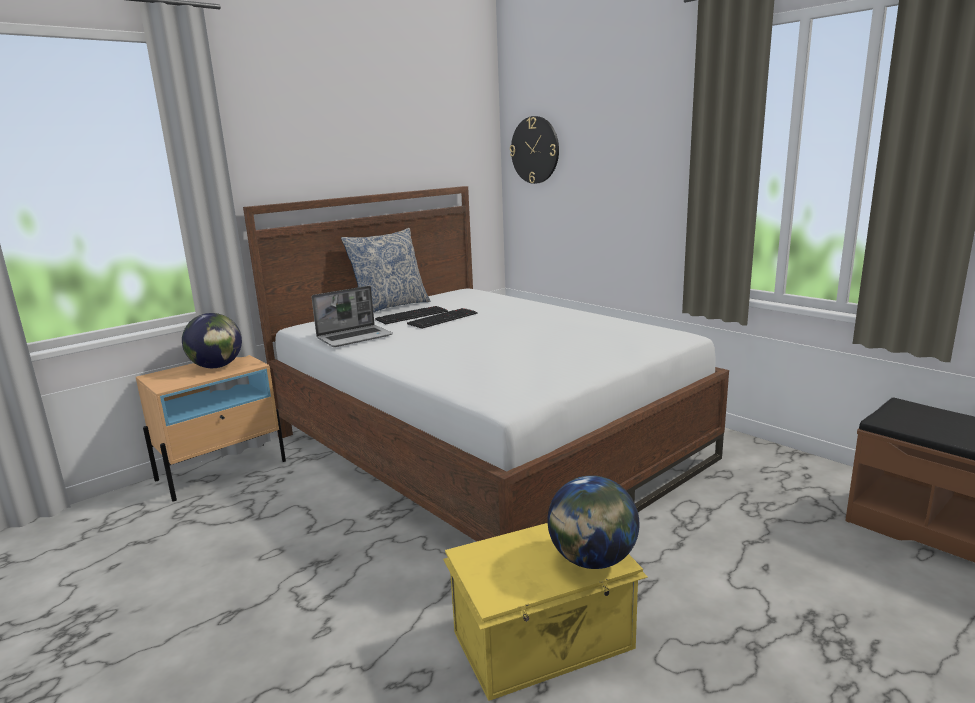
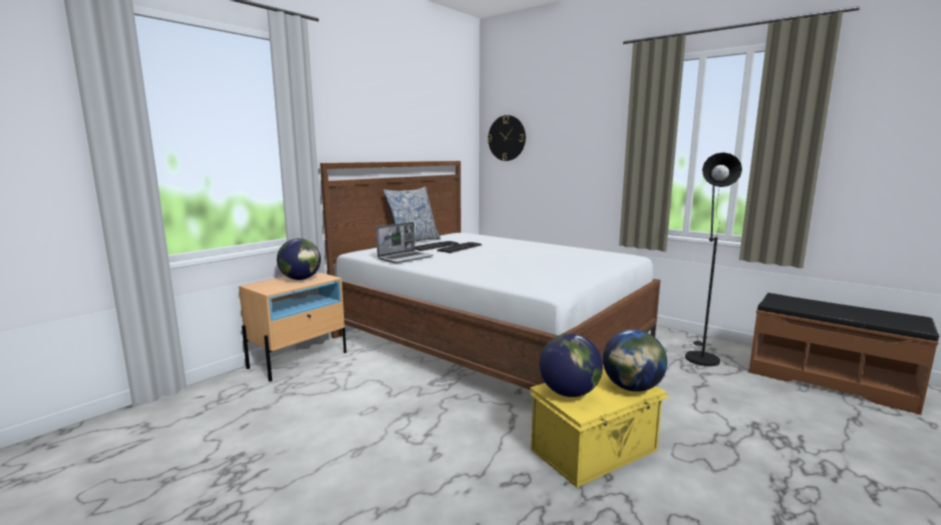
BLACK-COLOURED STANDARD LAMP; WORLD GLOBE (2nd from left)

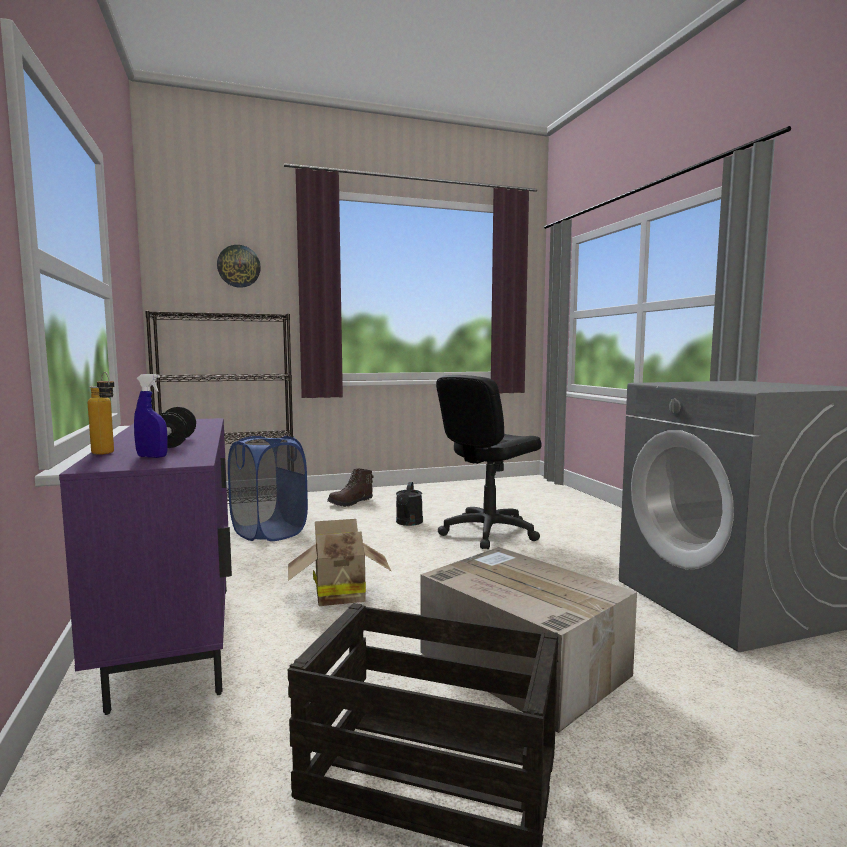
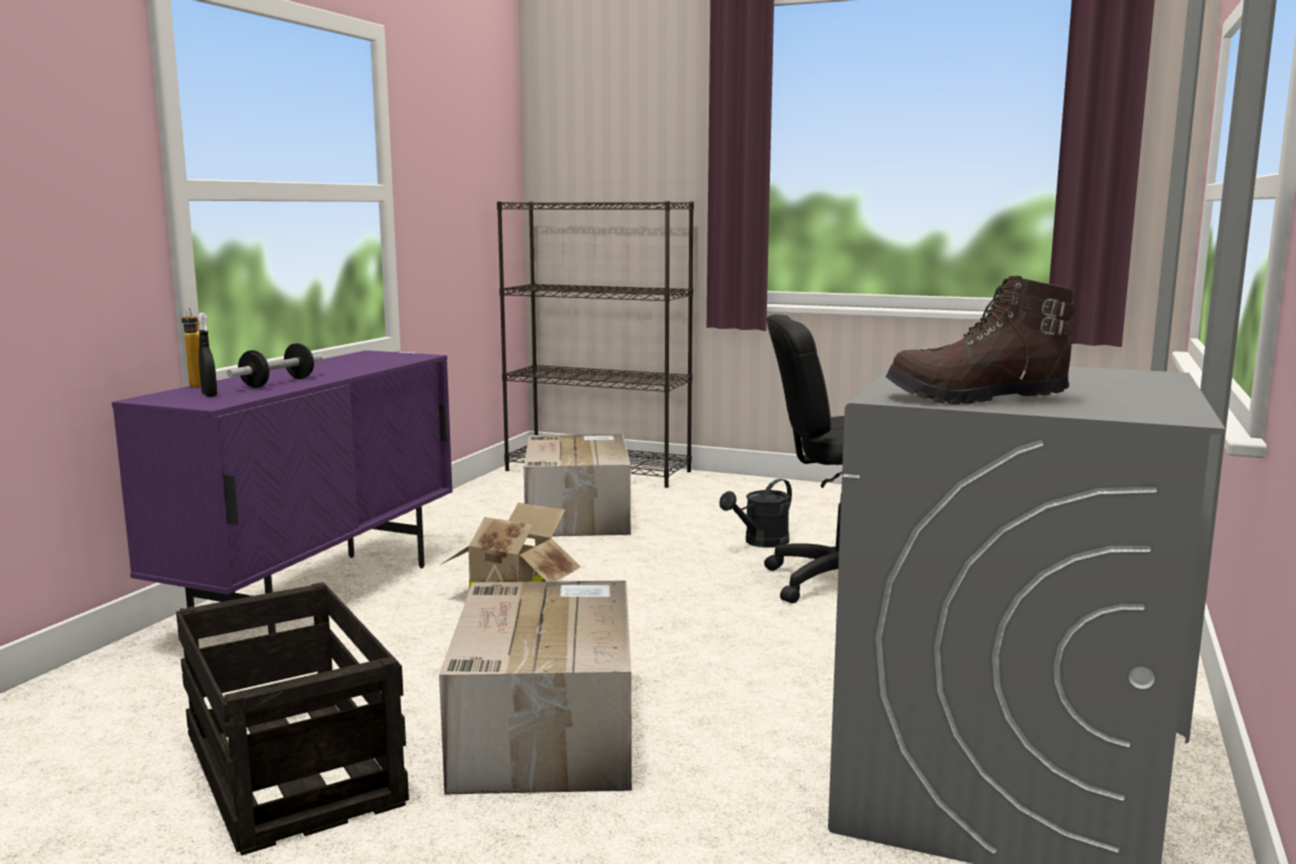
CLOCK ON THE WALL; BLACK-COLOURED SPRAY BOTTLE; PACKING BOX (3rd from left); BROWN-COLOURED TALL BOOT

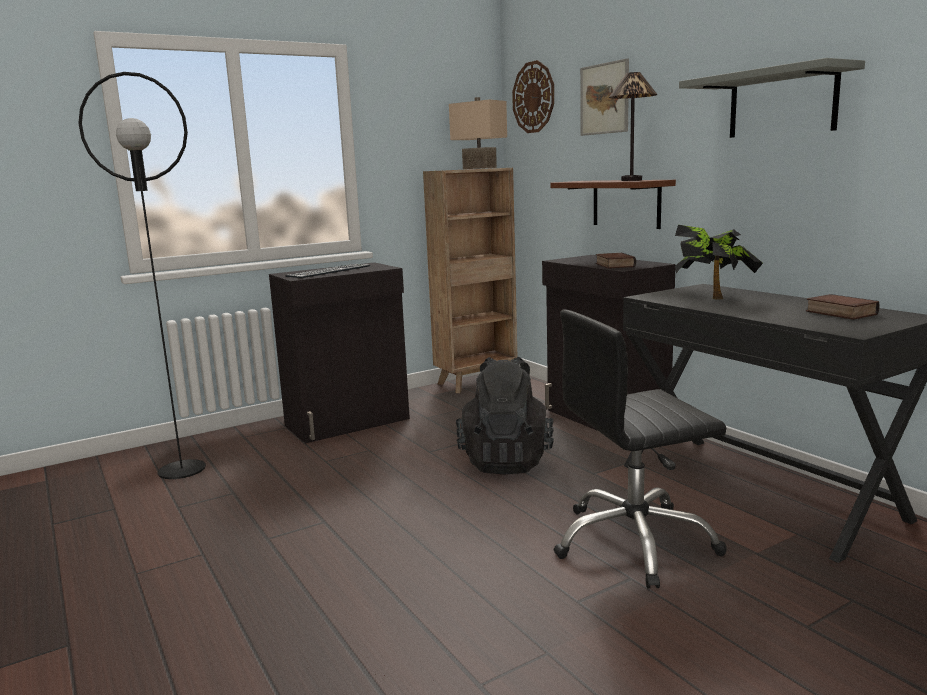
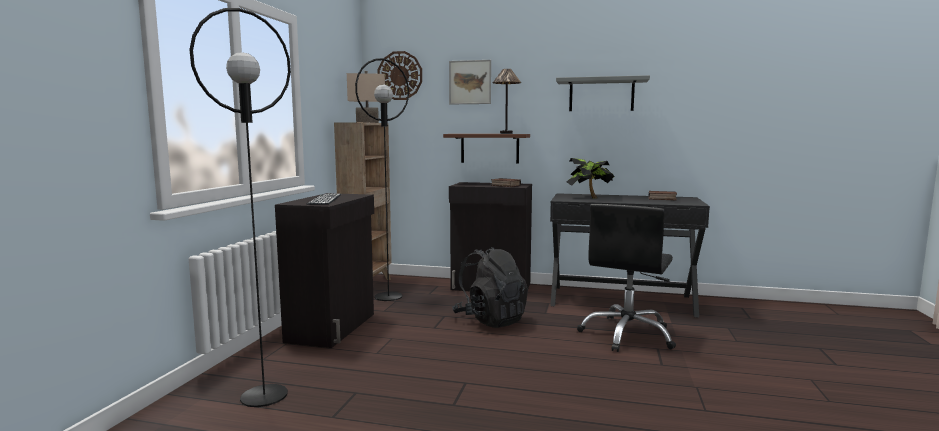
BLACK-COLOURED STANDARD LAMP (2nd from left)

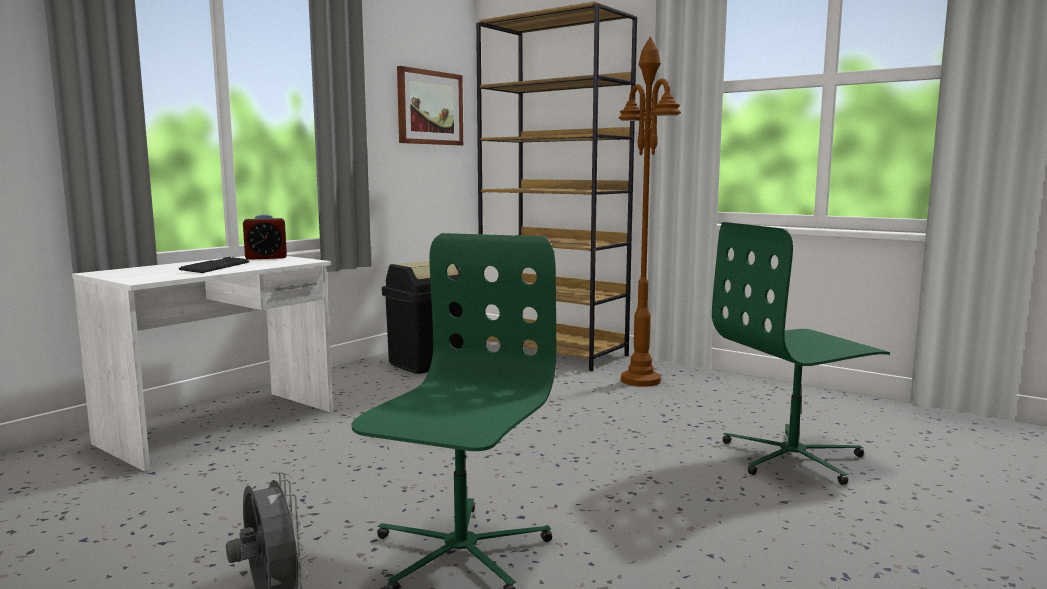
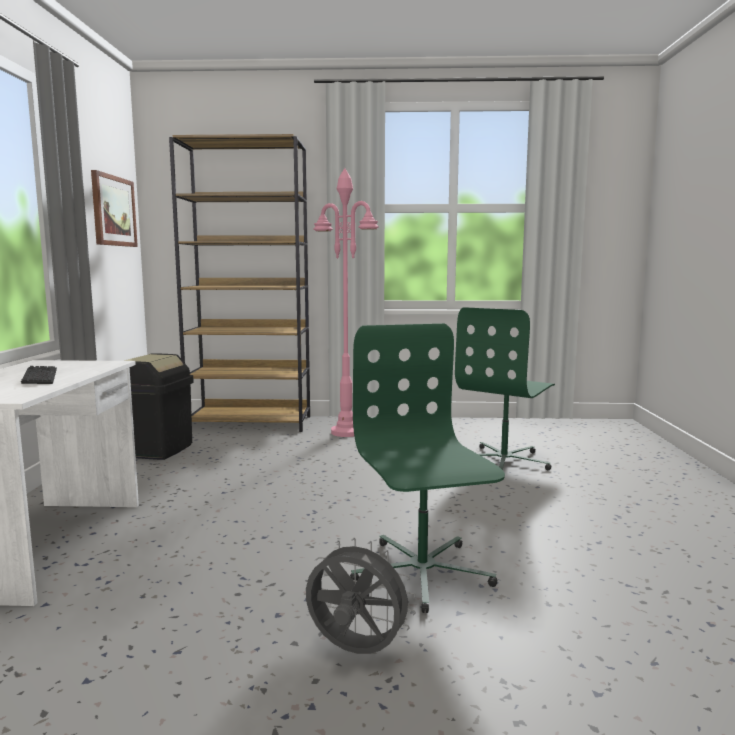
PINK STANDARD LAMP; ALARM CLOCK

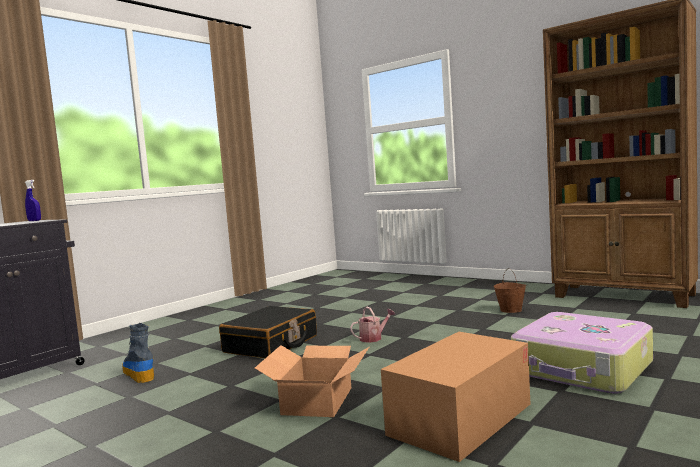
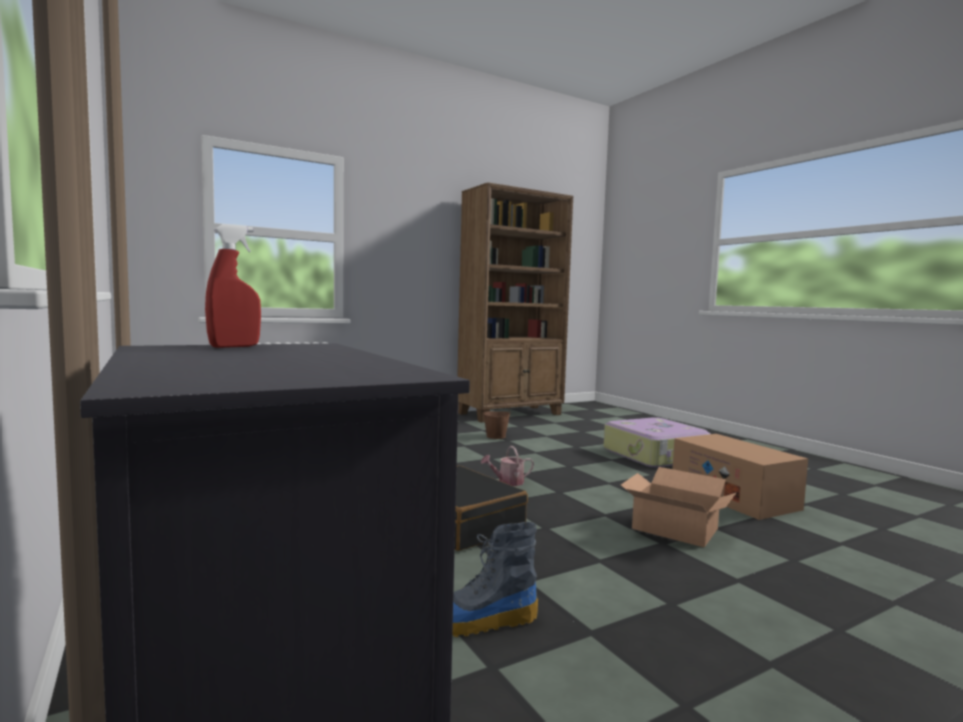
RED SPRAY BOTTLE; WATERING CAN

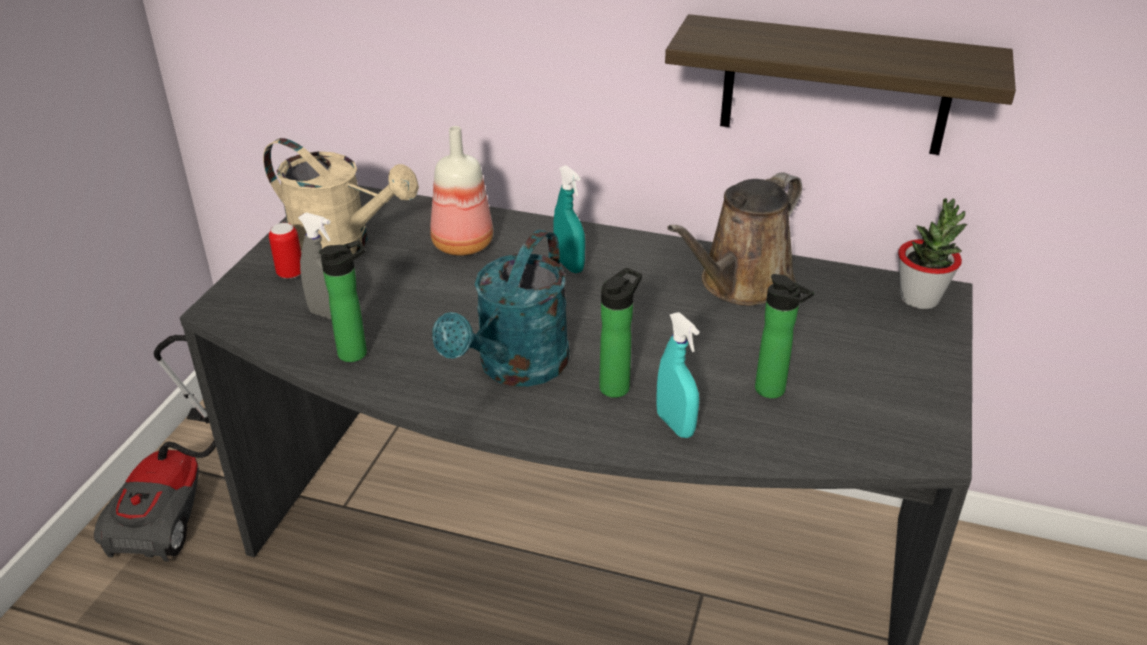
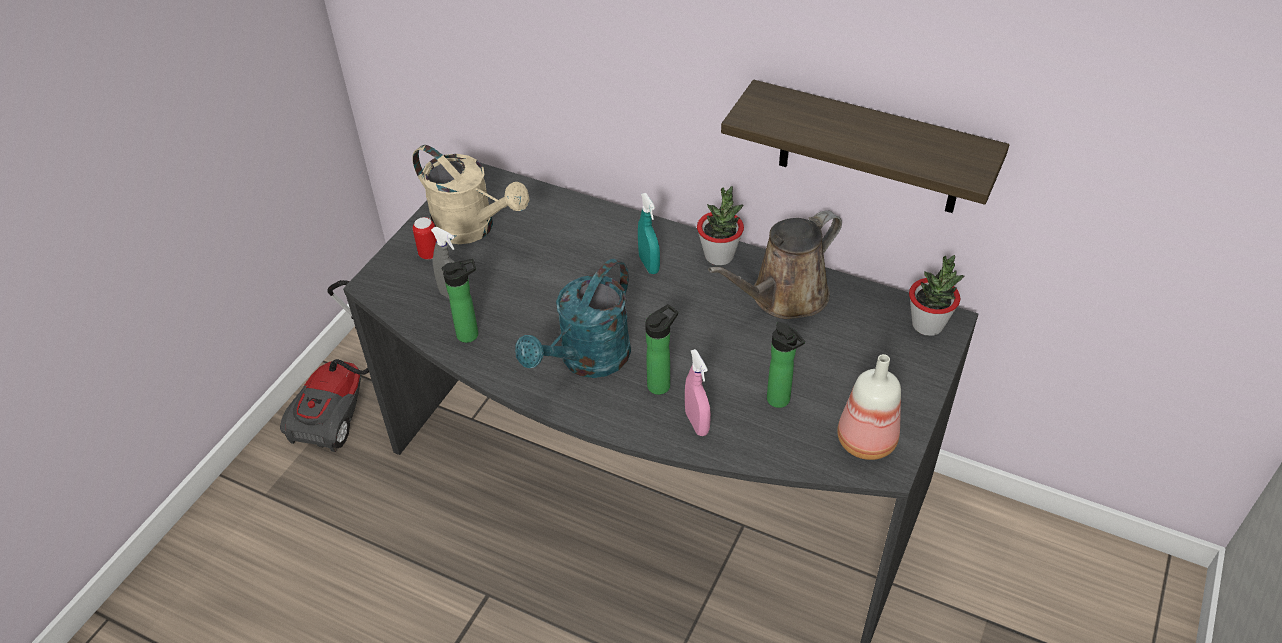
BOTTLE (4th from left); PINK SPRAY BOTTLE; PLANT IN A POT (1st from left)

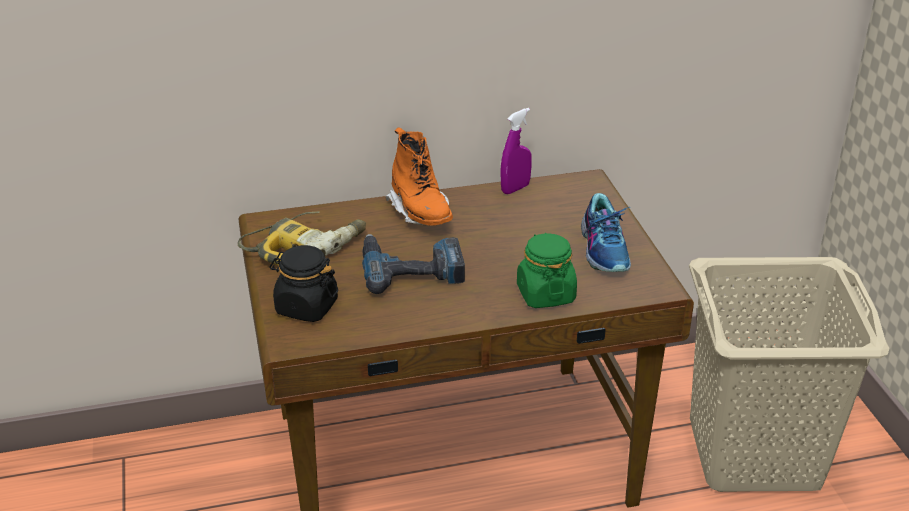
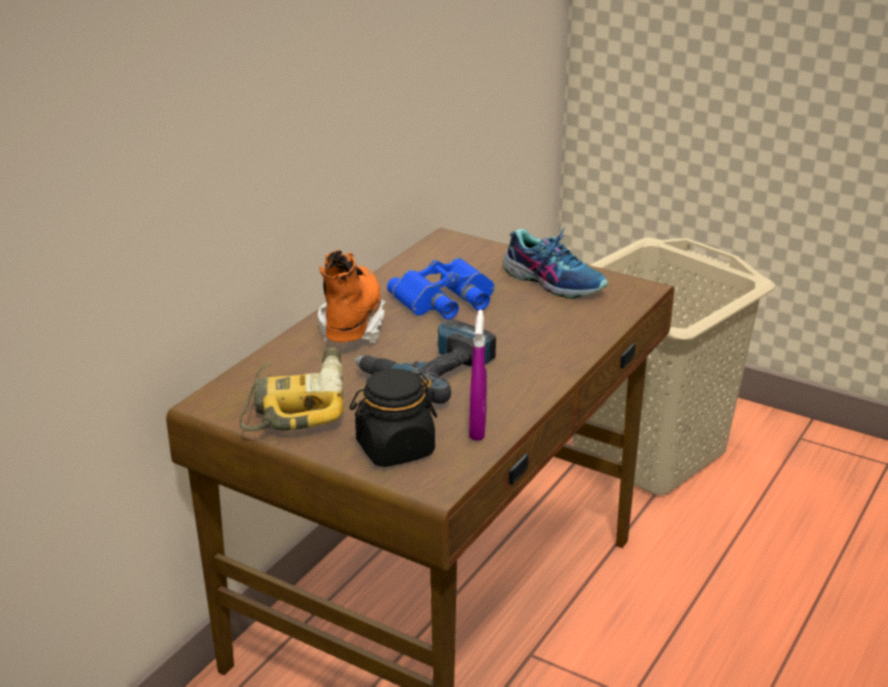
PURPLE-COLOURED SPRAY BOTTLE; ORANGE TALL BOOT; GREENISH JAR; BLUE PAIR OF BINOCULARS

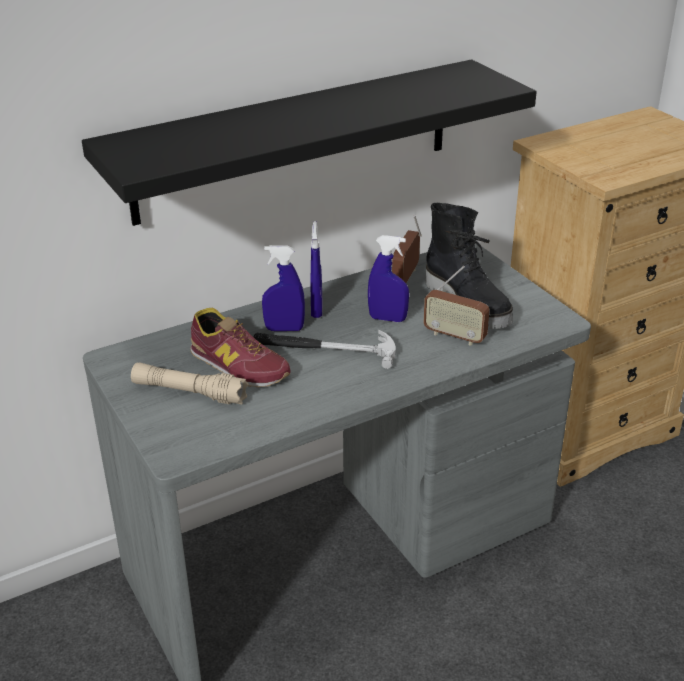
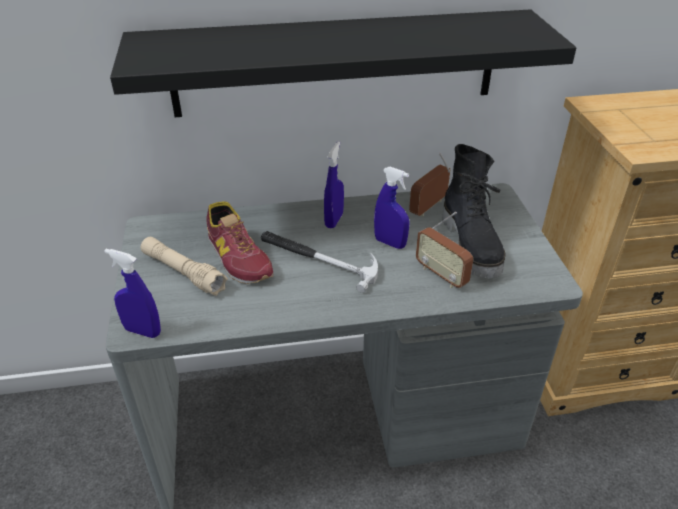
BLUE SPRAY BOTTLE (1st from left)

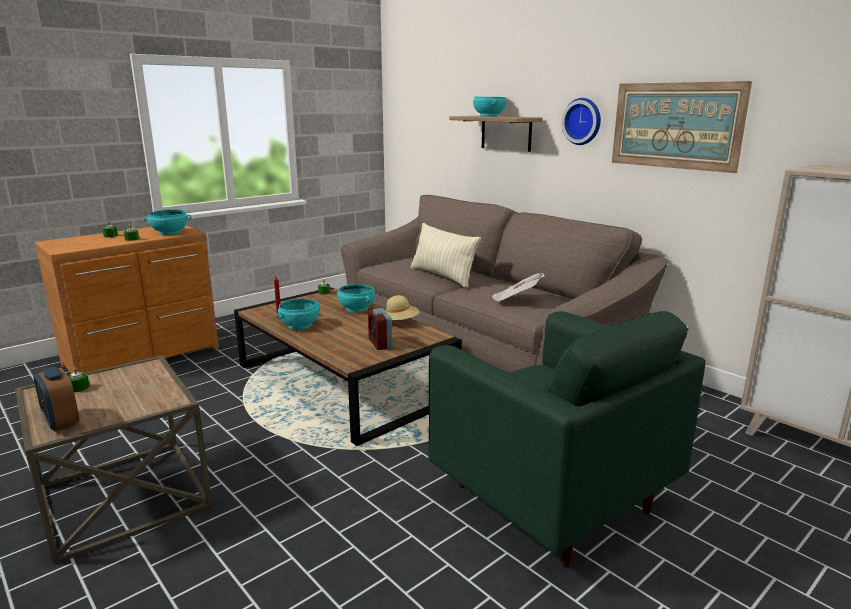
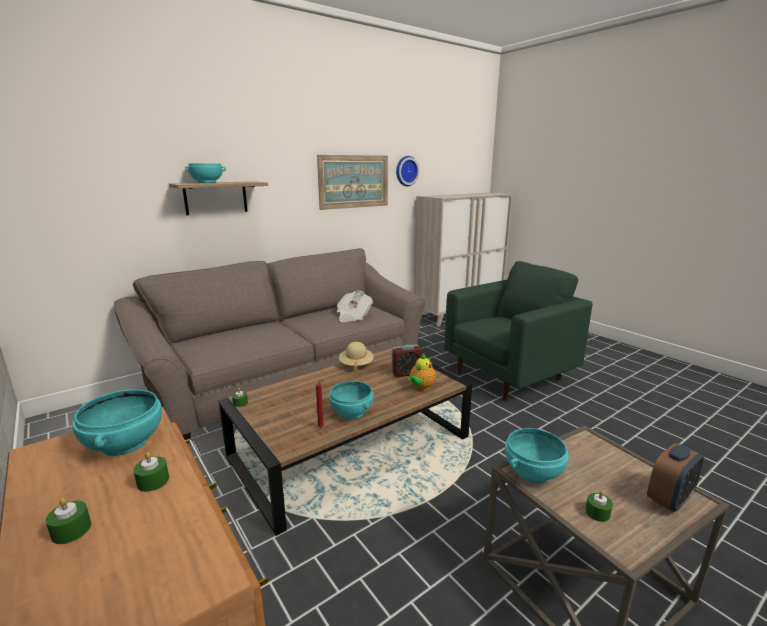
CLOCK ON THE WALL; BEIGE THROW PILLOW; TURQUOISE DEEP DISH (4th from left); TEA POT

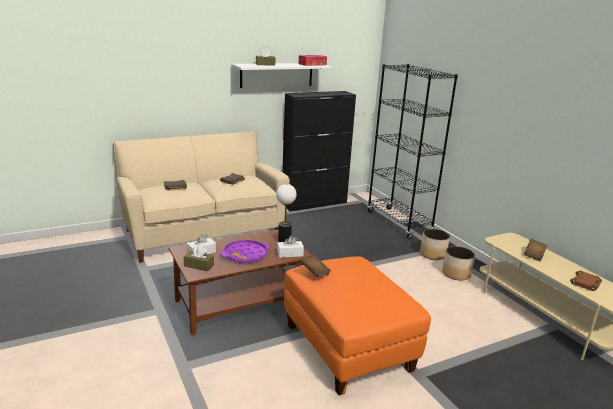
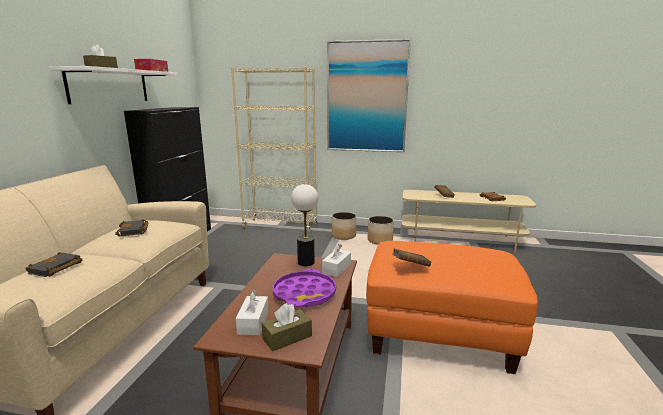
BEIGE BOOKSHELF; WALL PICTURE

